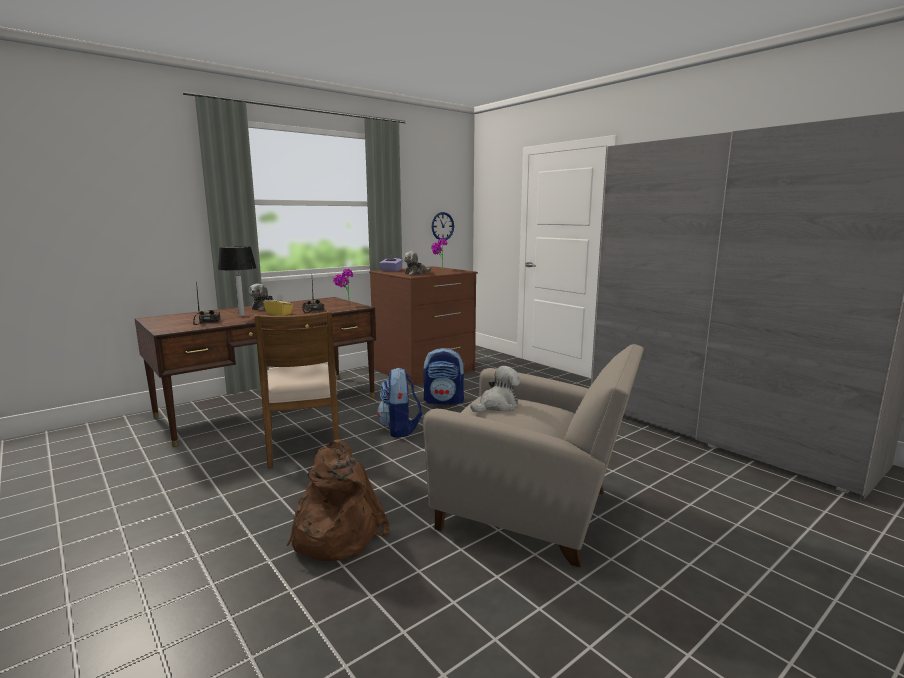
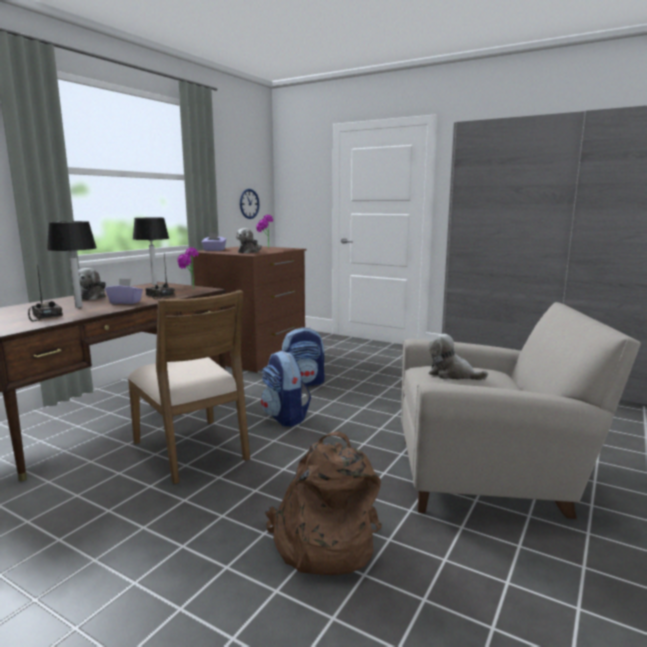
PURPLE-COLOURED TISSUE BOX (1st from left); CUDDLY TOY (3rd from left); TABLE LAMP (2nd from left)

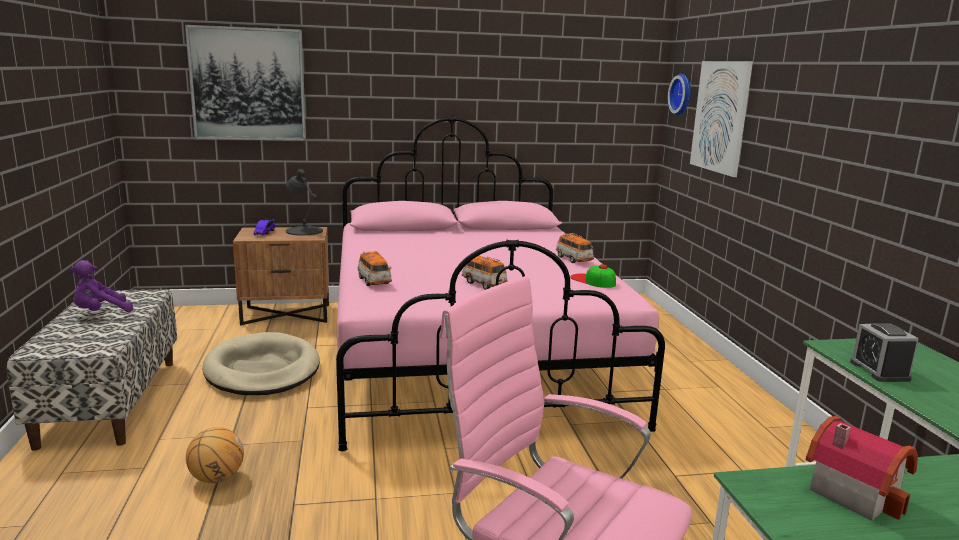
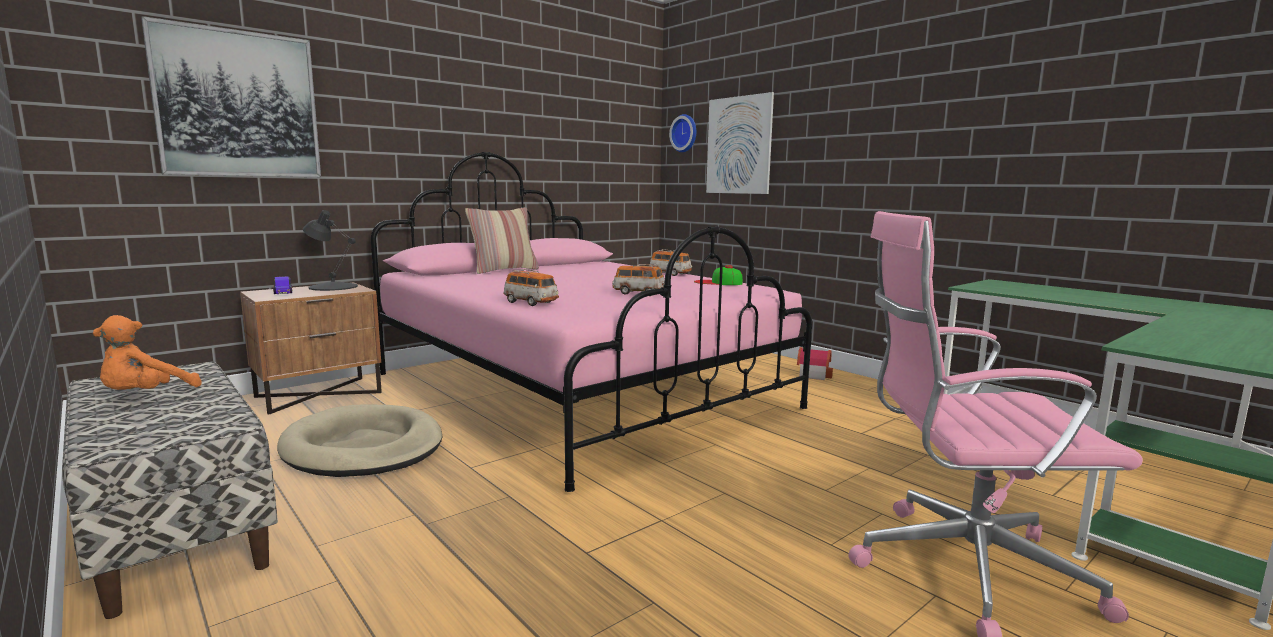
ORANGE CUDDLY TOY; ALARM CLOCK; TOY HOUSE; BASKETBALL BALL; THROW PILLOW

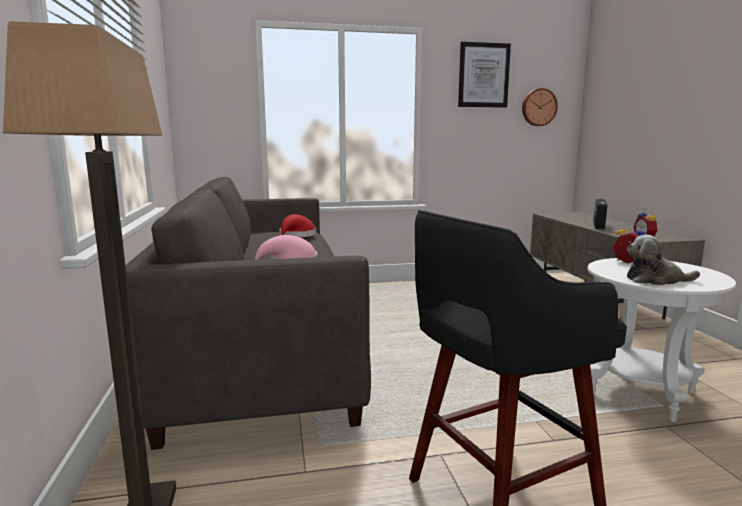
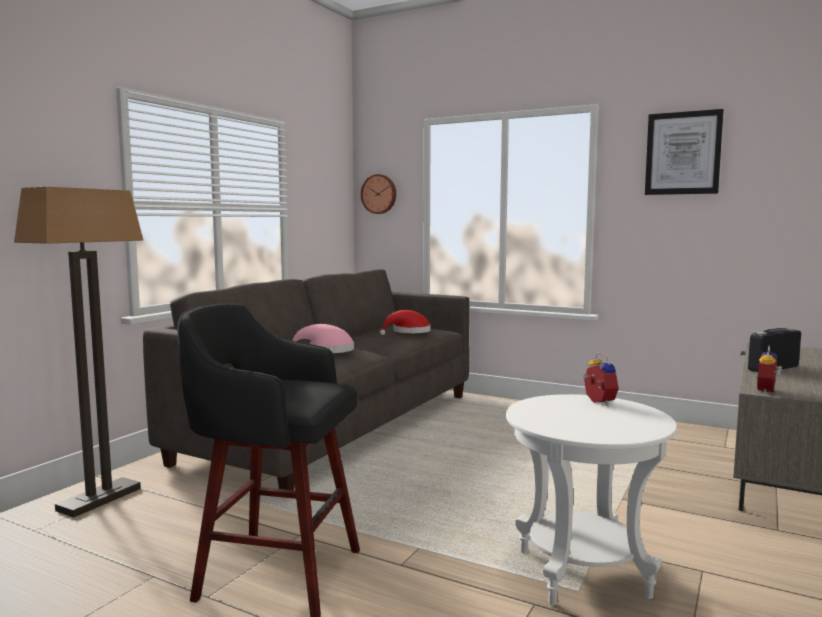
CLOCK ON THE WALL; CUDDLY TOY

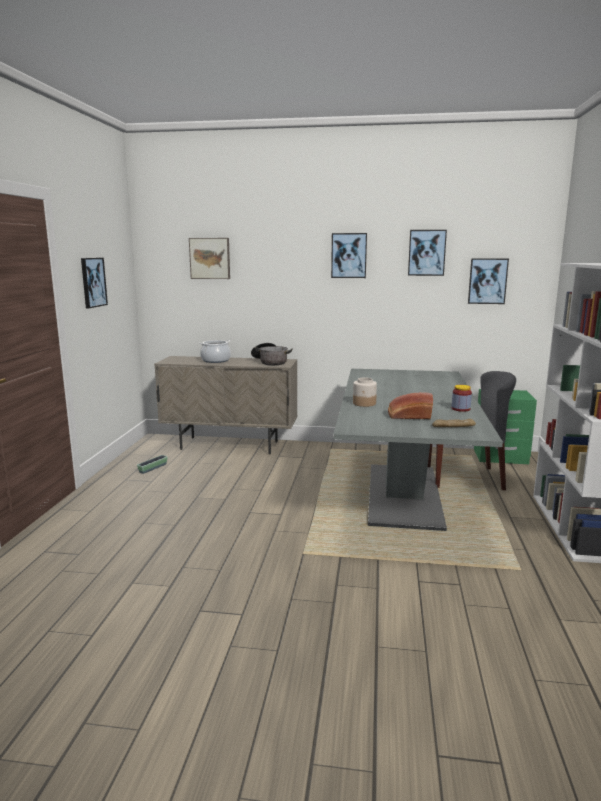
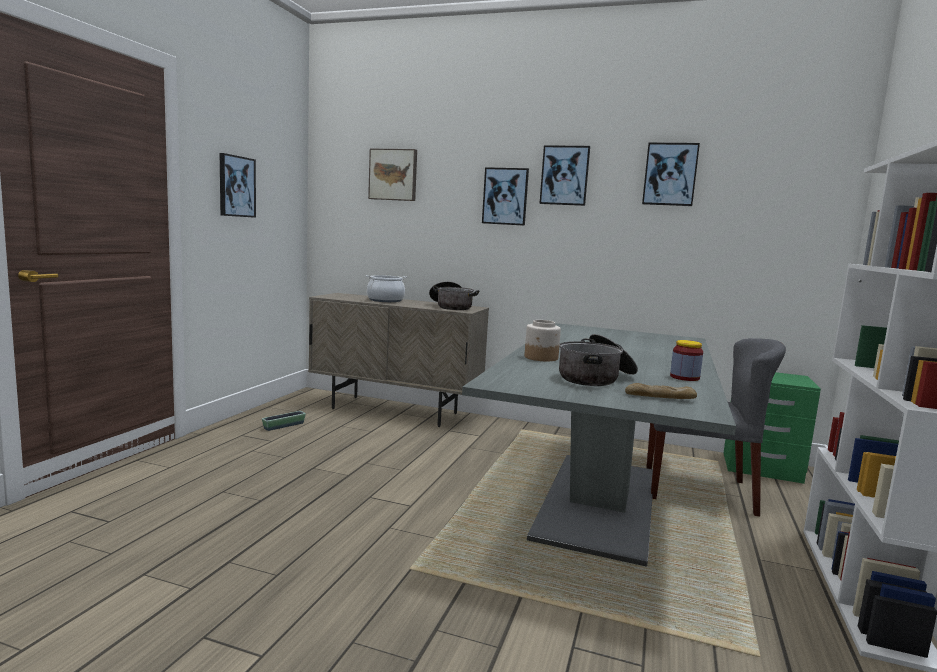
WALL PICTURE (3rd from left); SAUCEPOT (3rd from left)

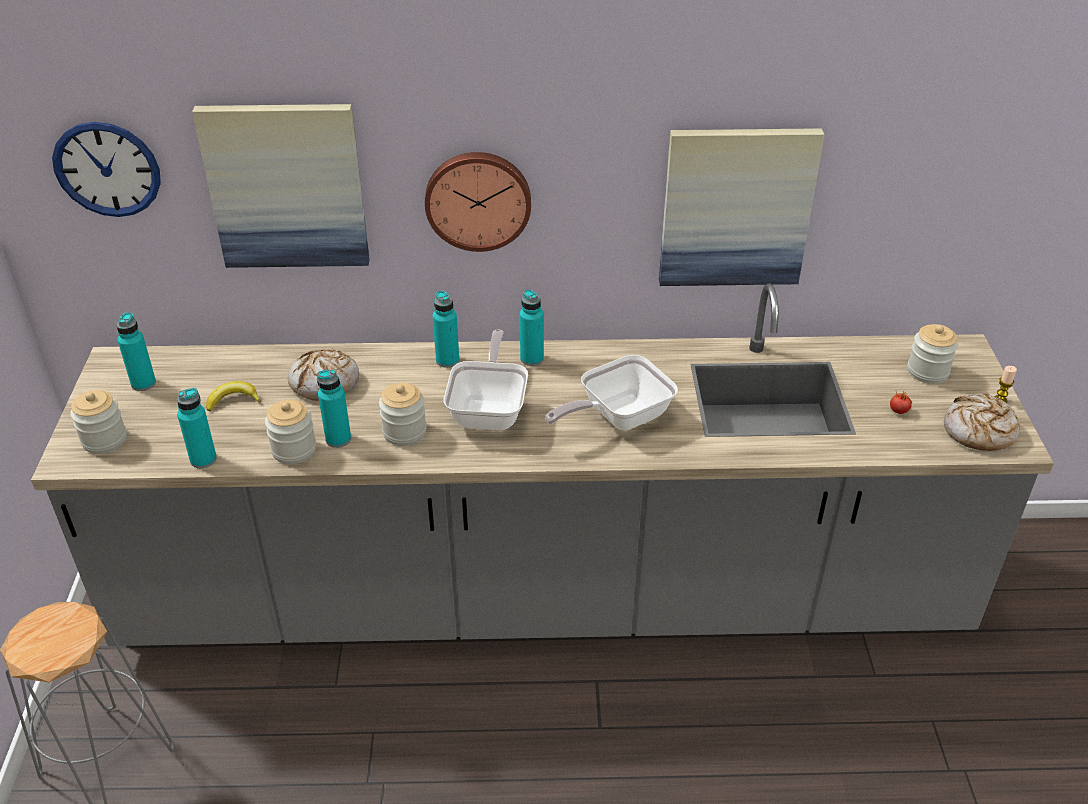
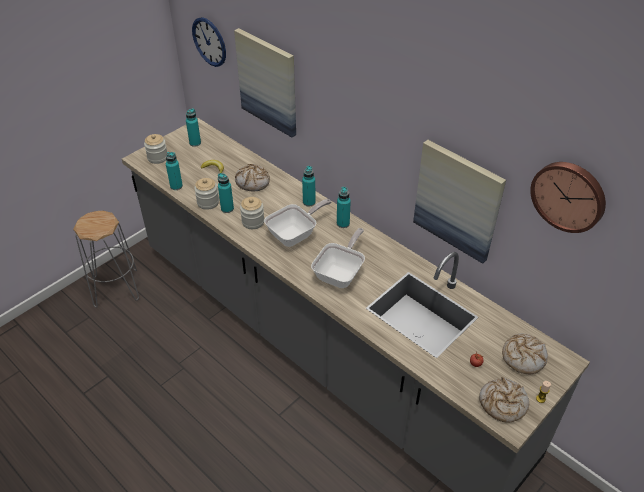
CLOCK ON THE WALL (2nd from left); BREAD (3rd from left); FRYING PAN (2nd from left)

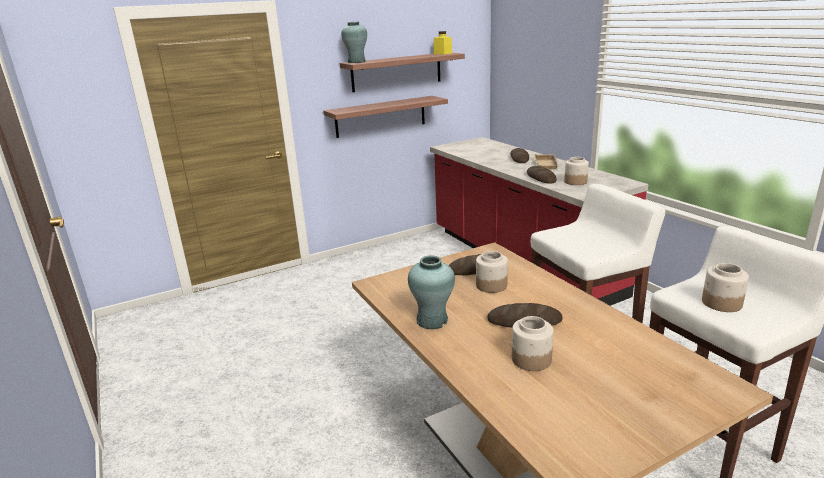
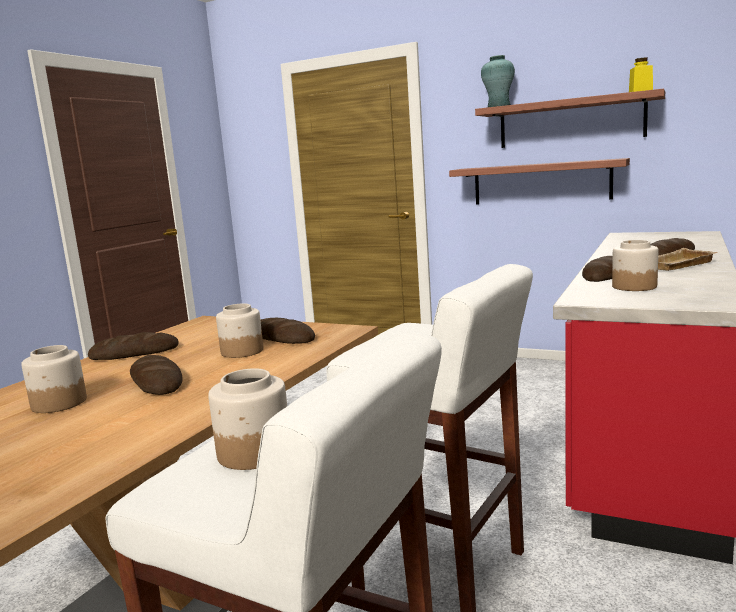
BREAD (1st from left)

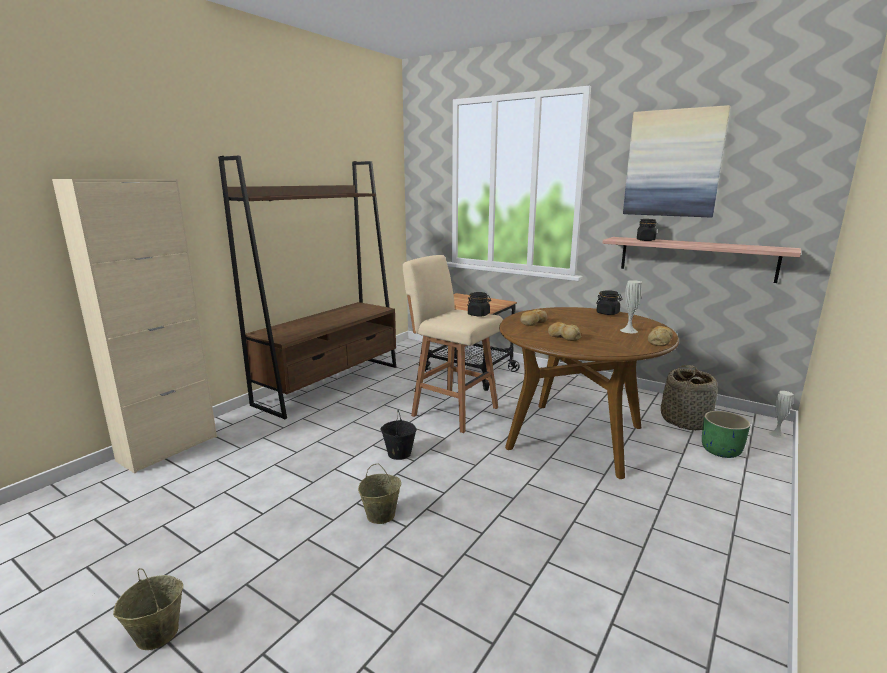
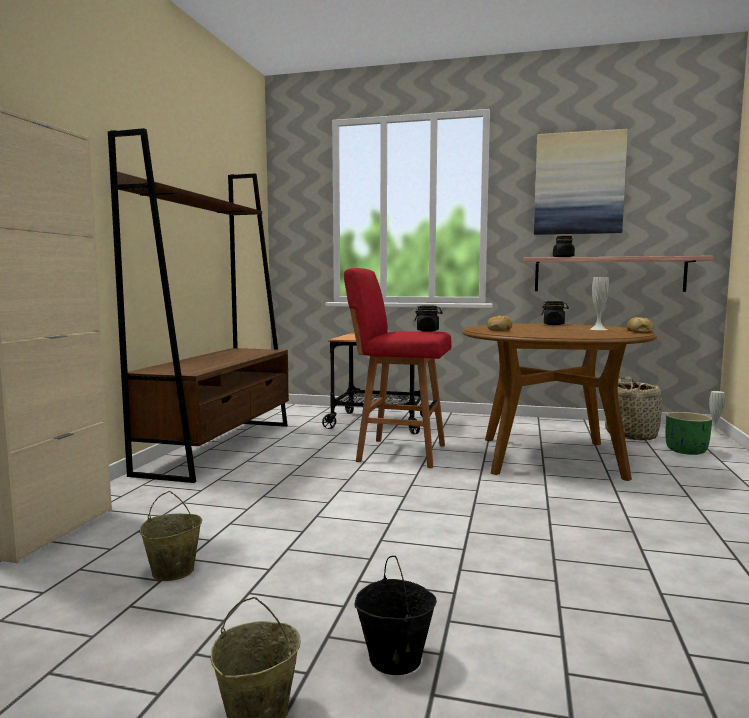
RED SITTING STOOL; BREAD (2nd from left in the first image); BLACK-COLOURED PAIL; BEIGE PAIL (1st from left)

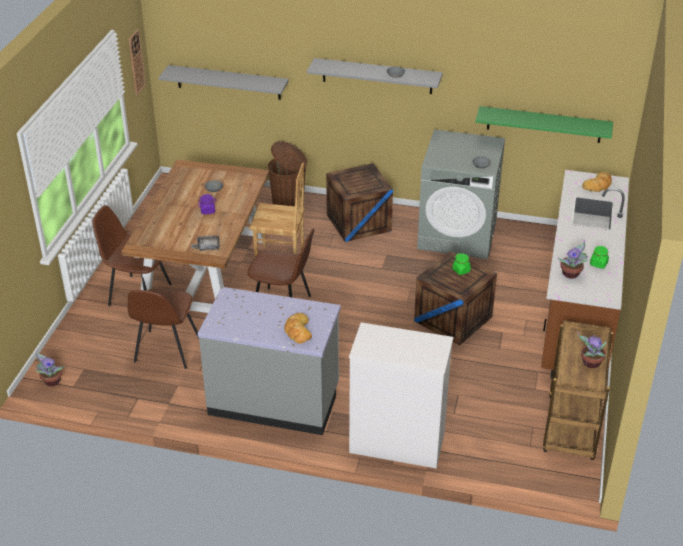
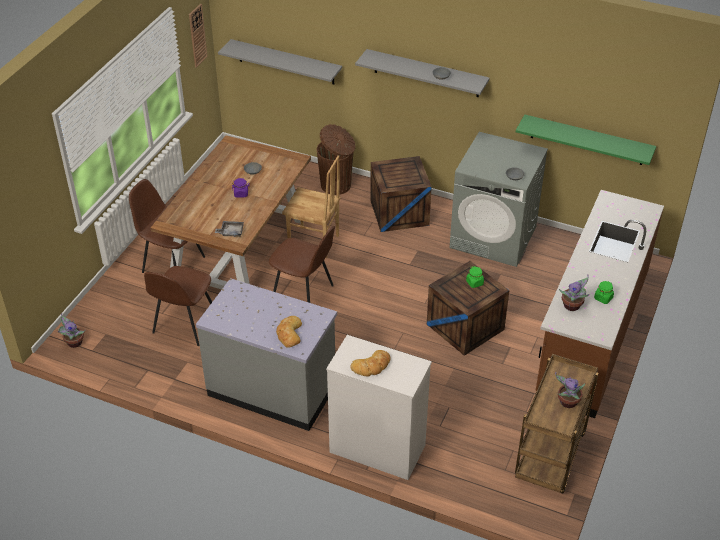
BREAD (2nd from left)

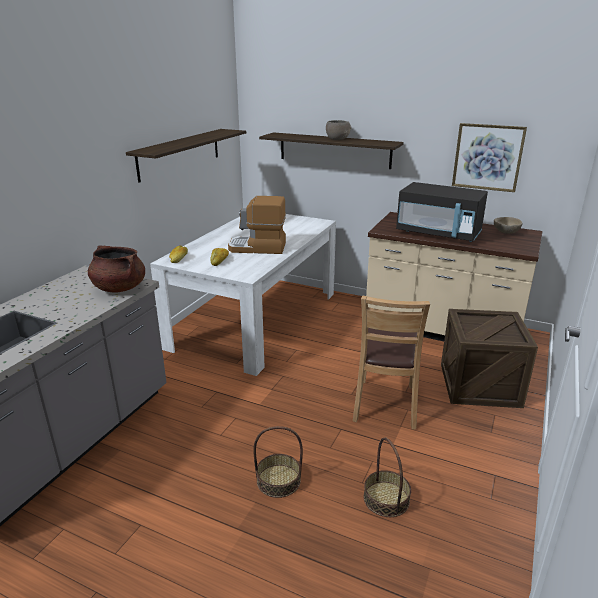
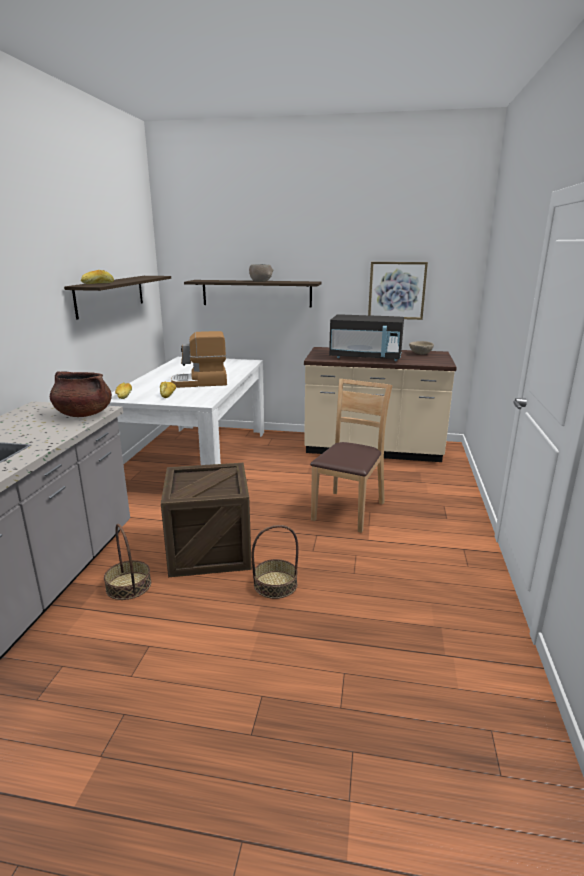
BROWN-COLOURED PLAIN CHAIR; PACKING CRATE; BASKET (1st from left); BREAD (1st from left)

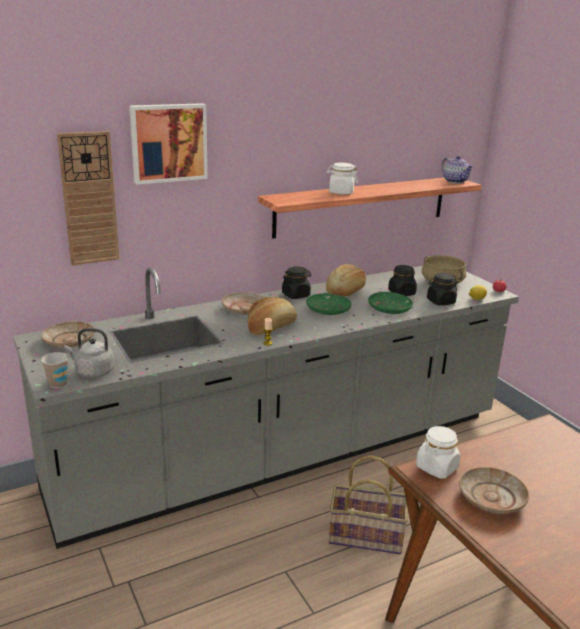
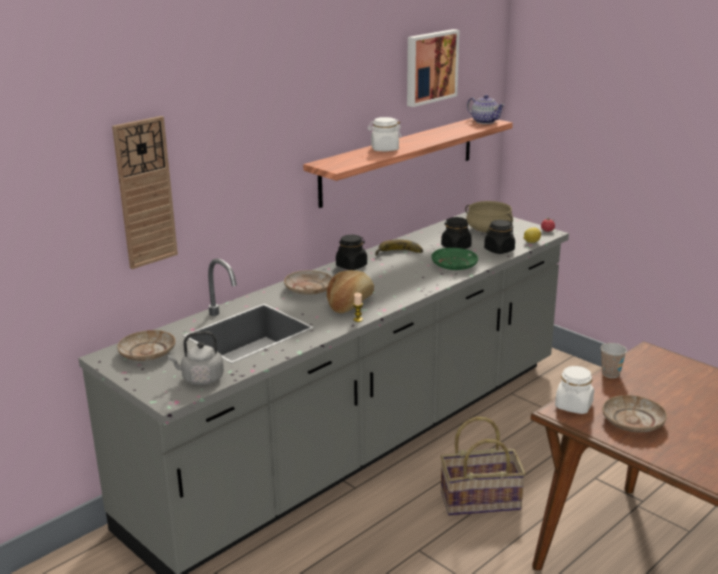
WALL PICTURE; BANANA FRUIT; GREENISH DINNER PLATE (1st from left in the first image); CUP

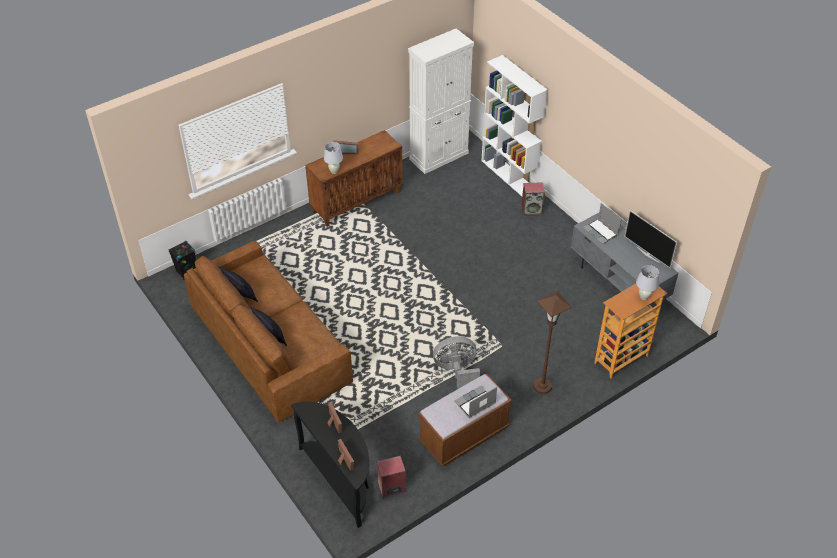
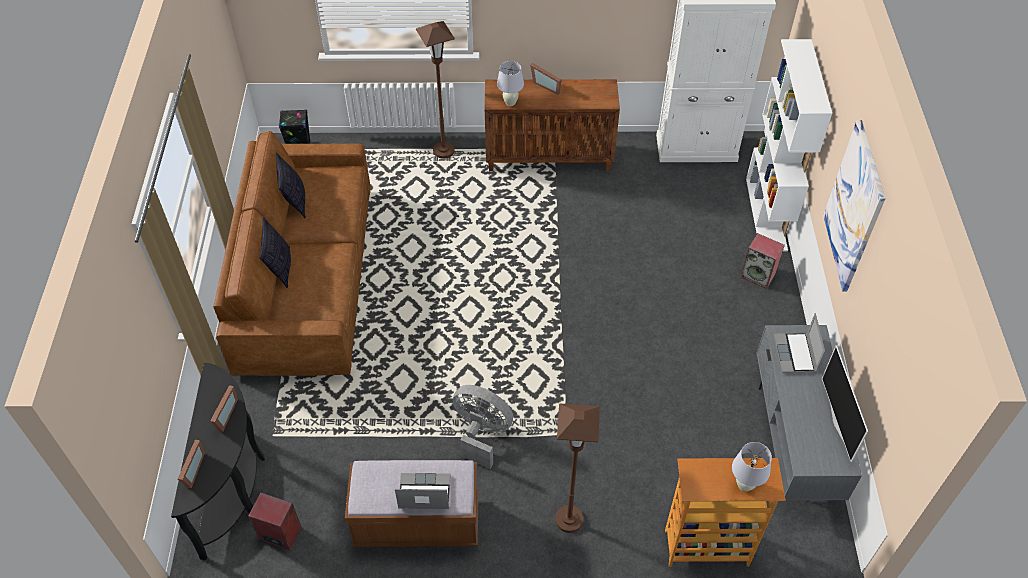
BROWN-COLOURED STANDARD LAMP (1st from left); WALL PICTURE

